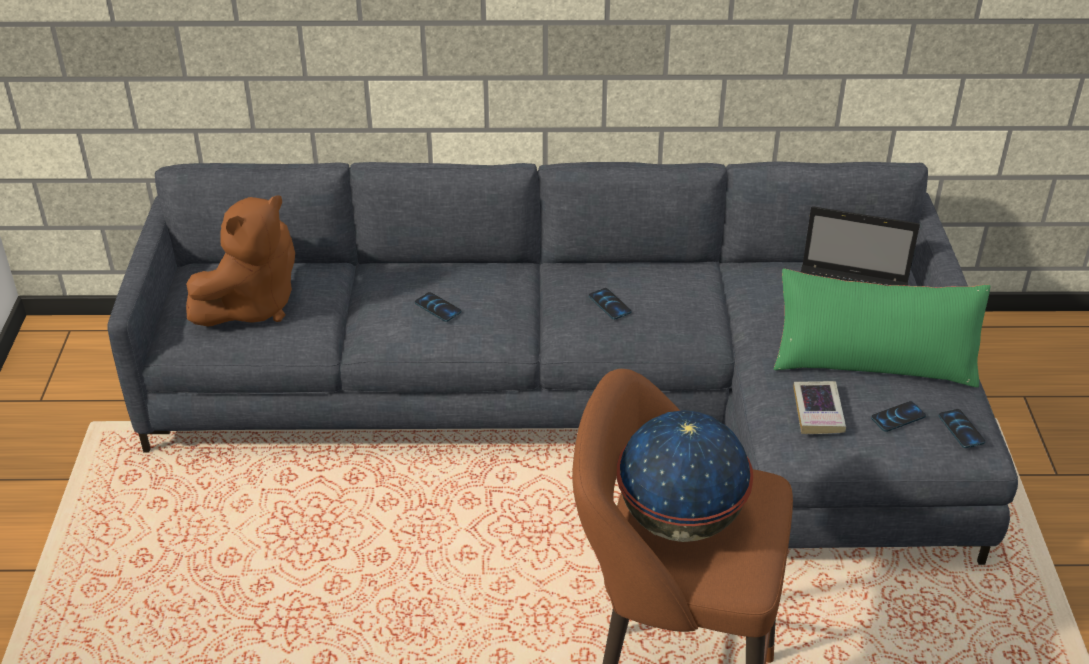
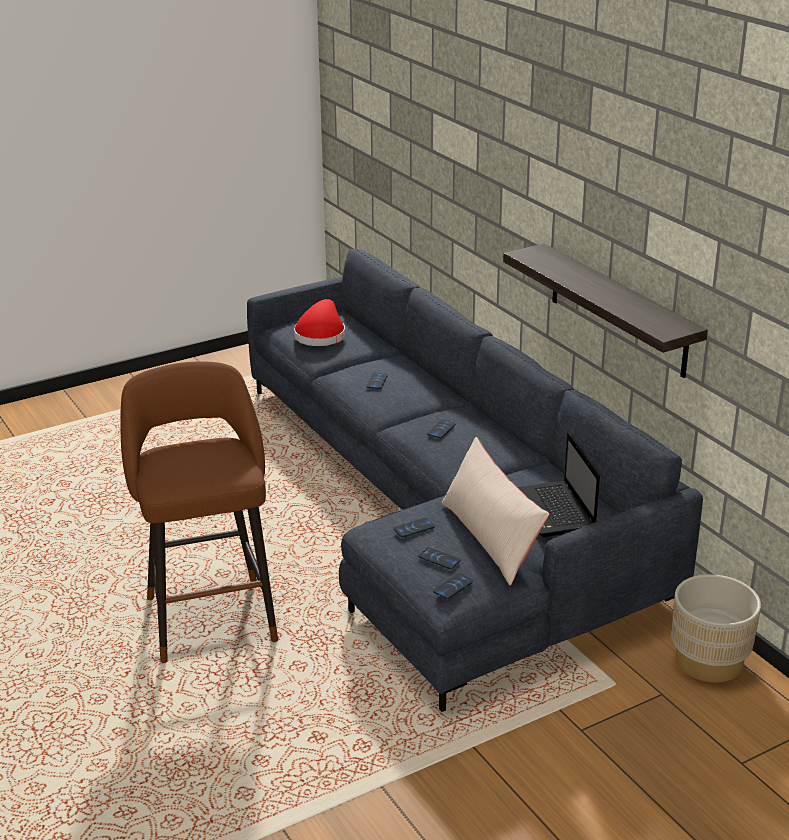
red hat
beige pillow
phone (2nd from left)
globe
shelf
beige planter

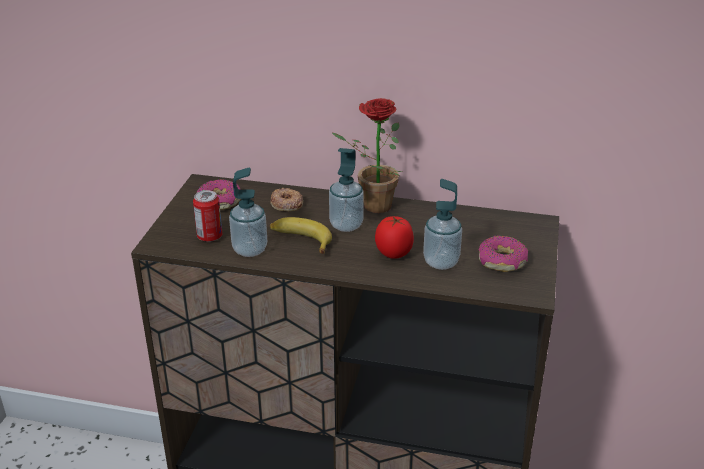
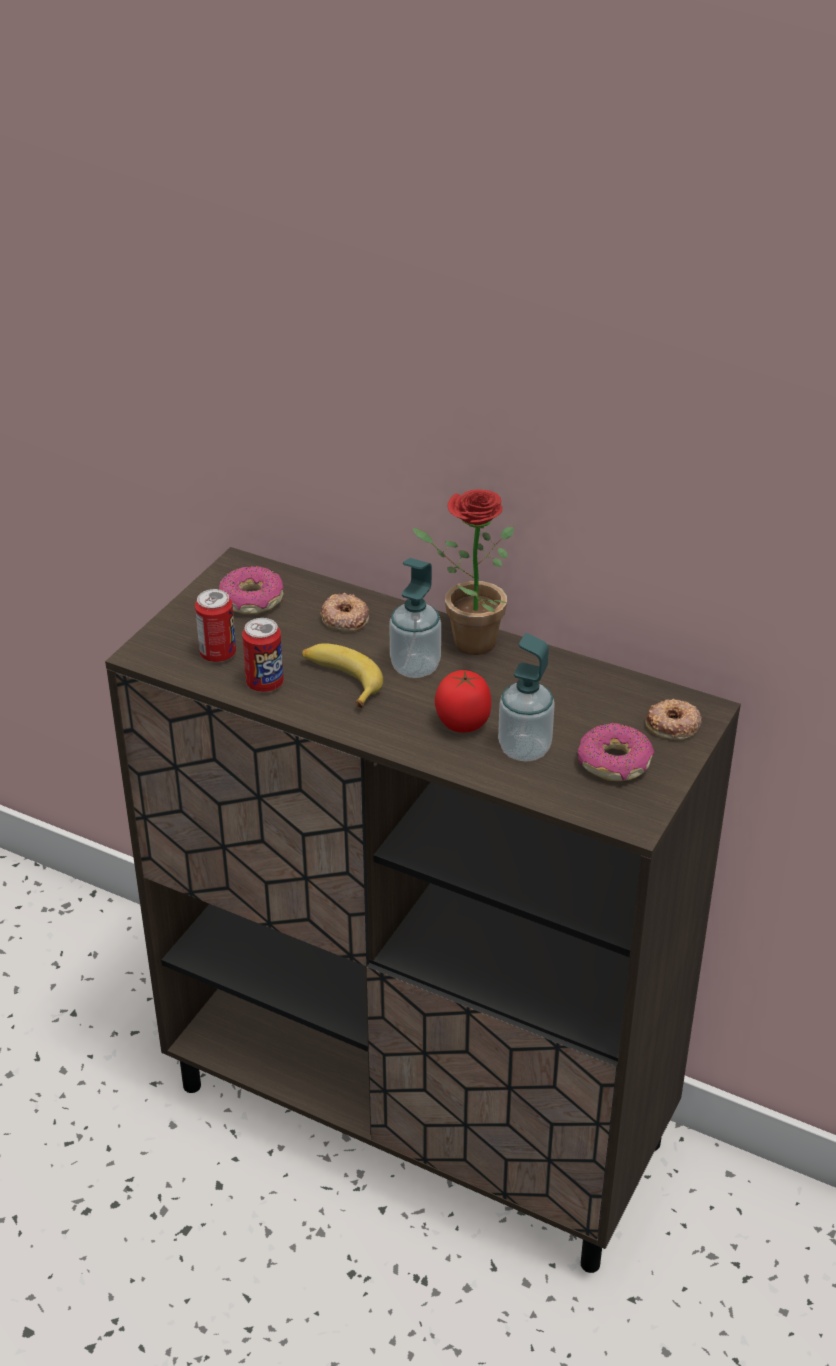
can (2nd from left)
donut (4th from left)

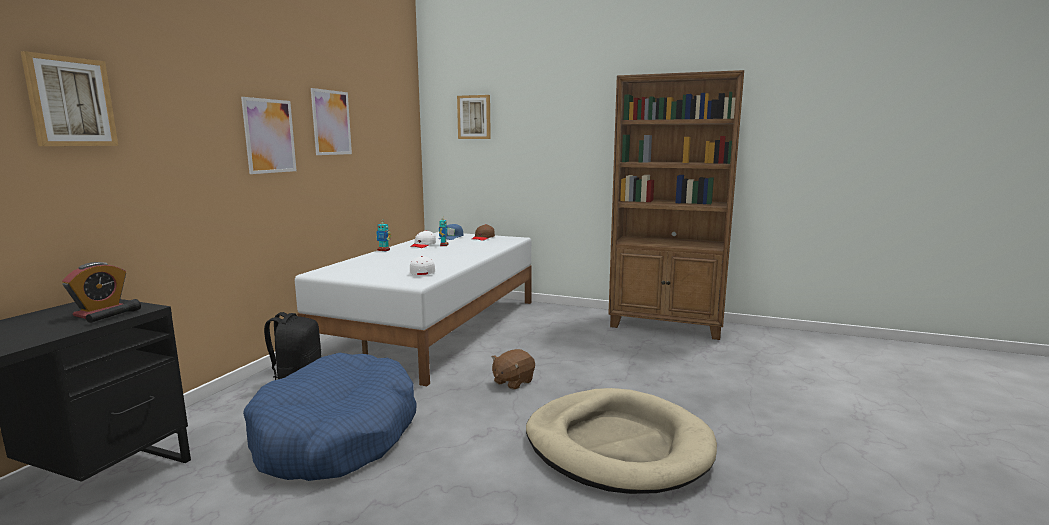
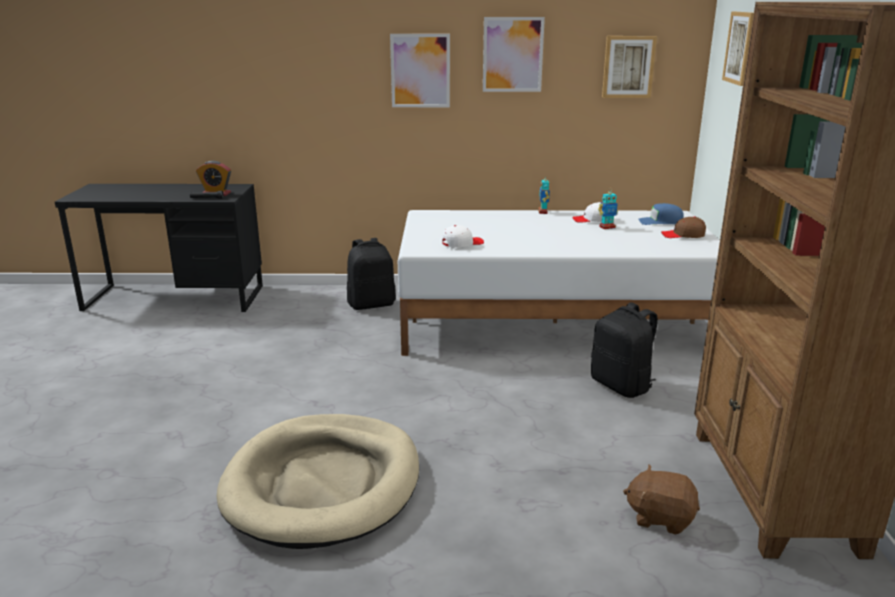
picture (3rd from left)
brown plush toy
blue dog bed
black backpack (2nd from left)

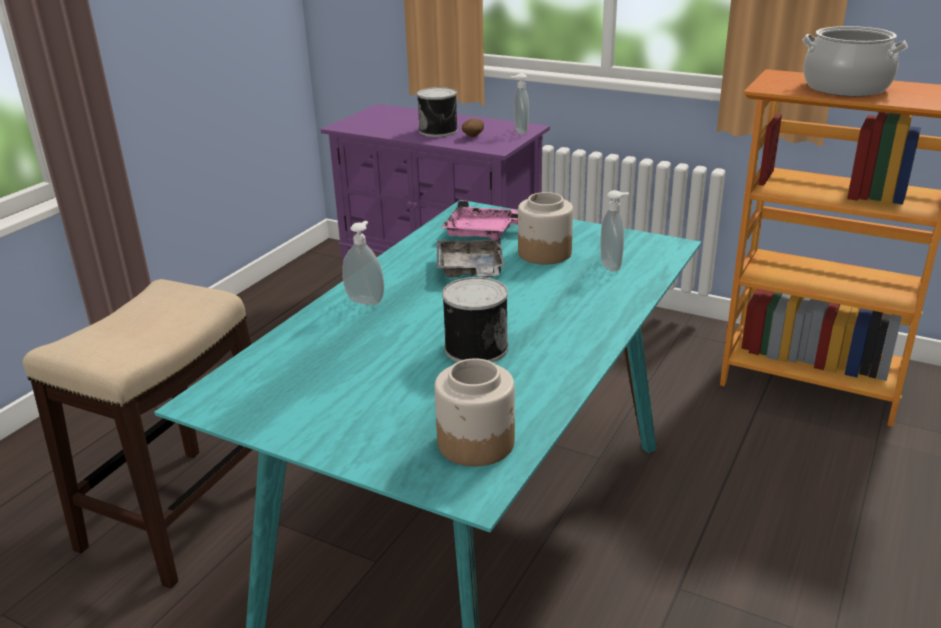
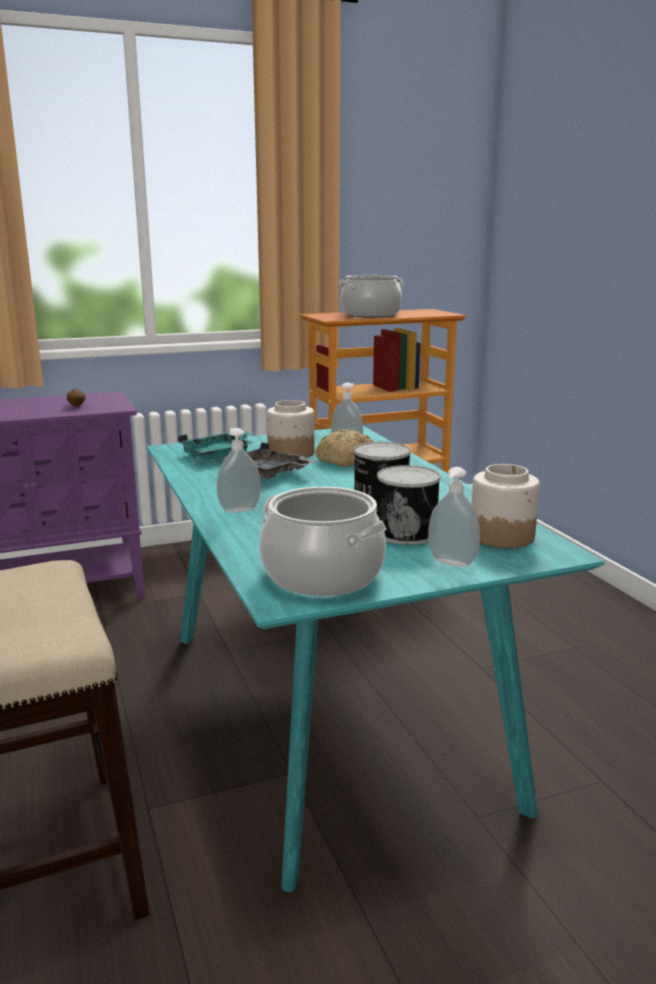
soap dispenser (3rd from left)
can (2nd from left)
turquoise tray
bread
cooking pot (1st from left)

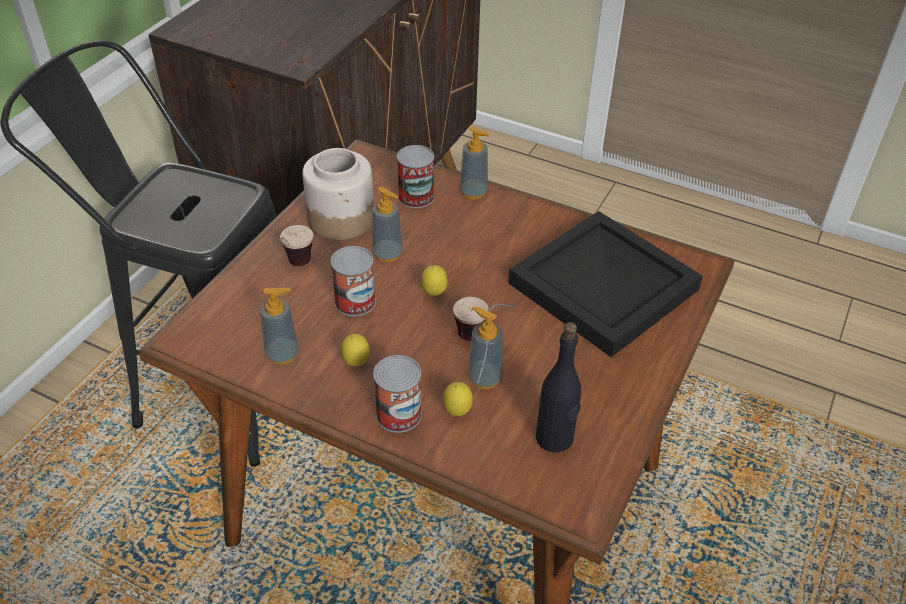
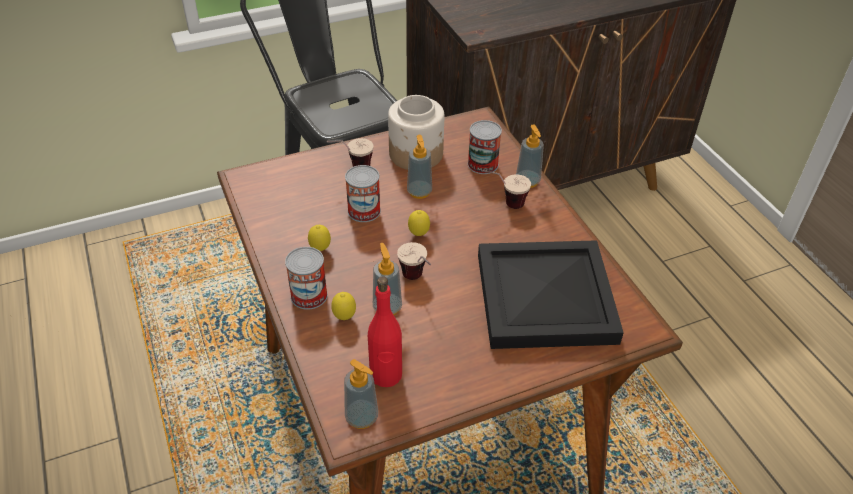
soap dispenser (1st from left)
red bottle
cup (3rd from left)

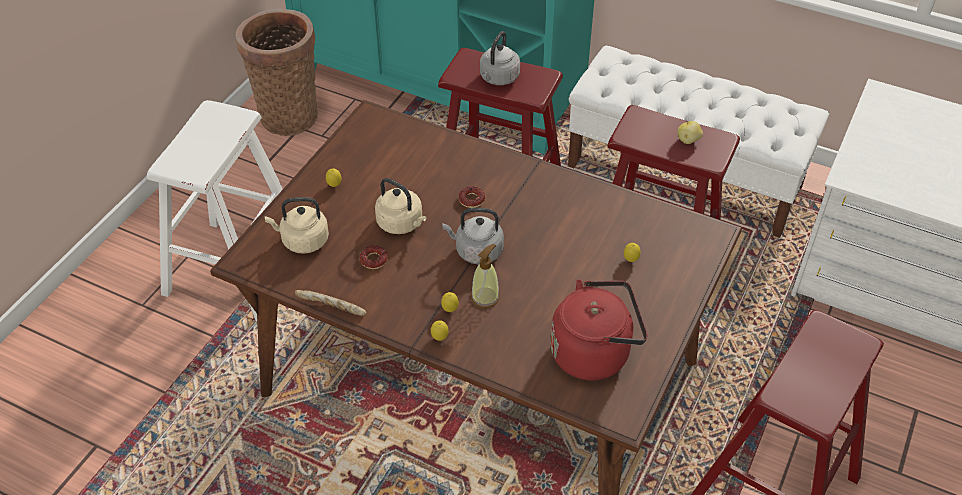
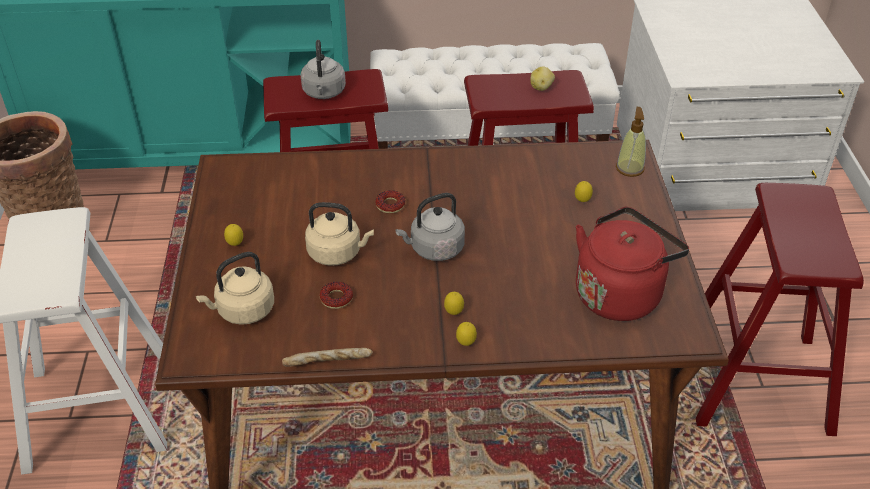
soap dispenser

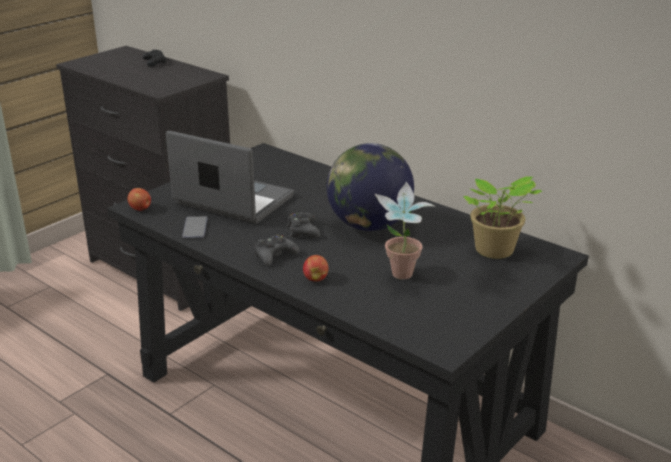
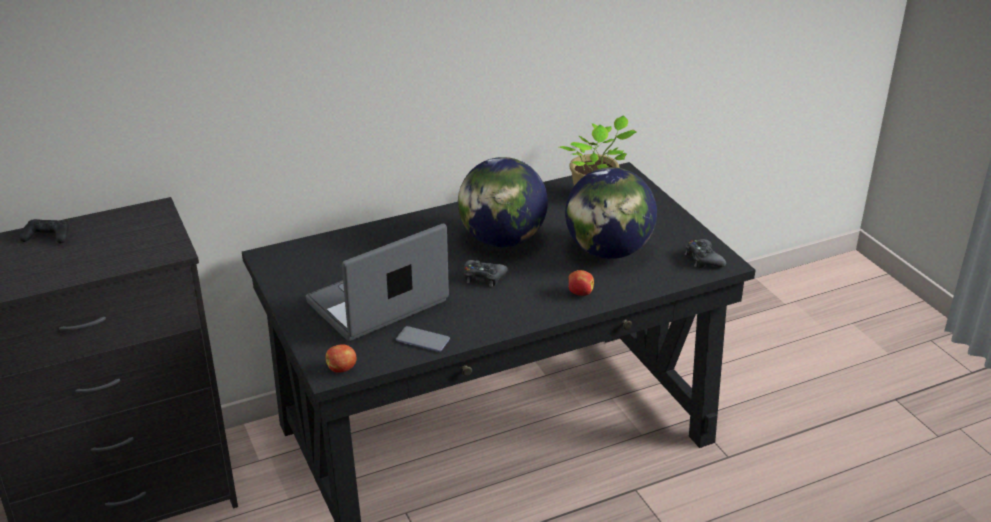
globe (2nd from left)
black game controller (3rd from left)

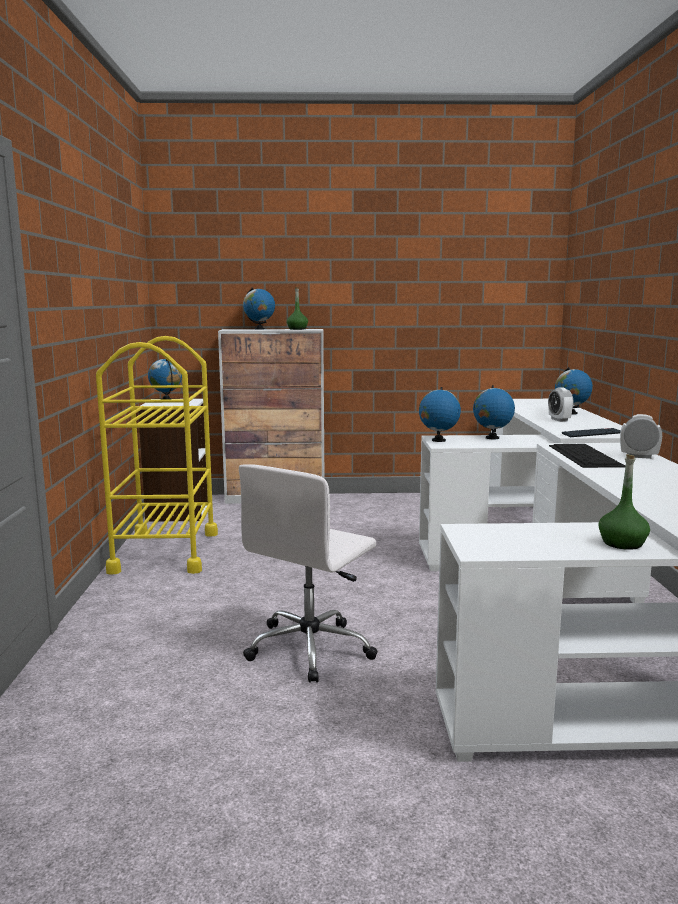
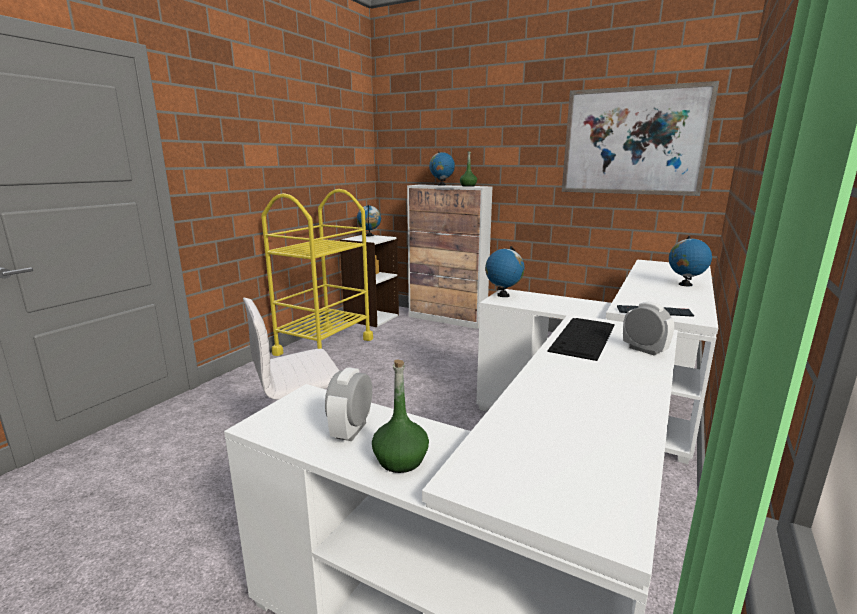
globe (4th from left in the first image)
alarm clock (1st from left)
picture

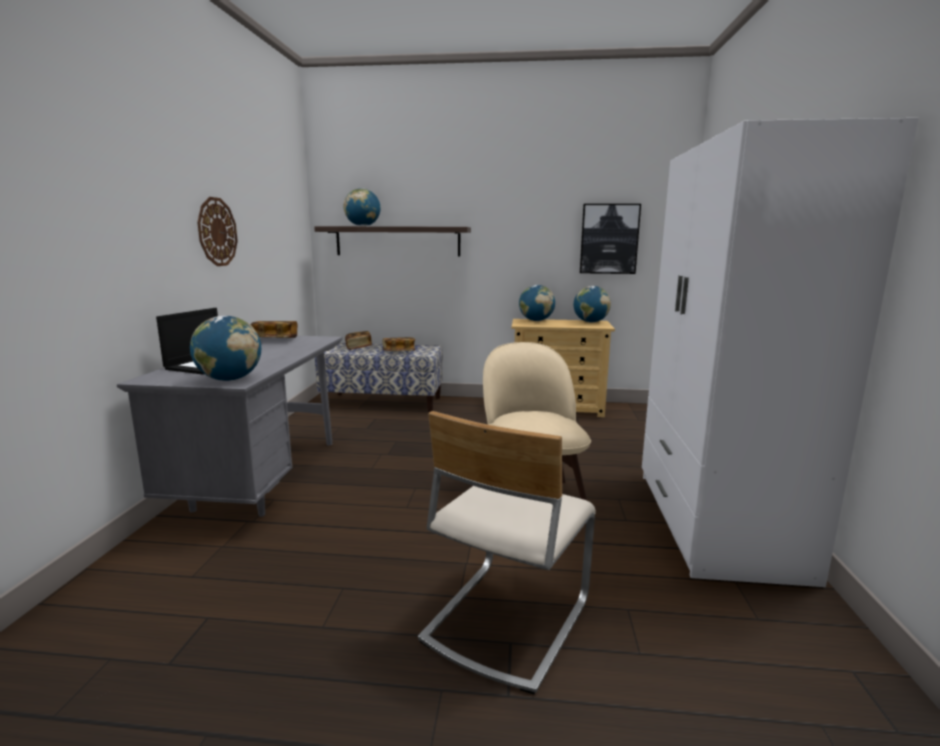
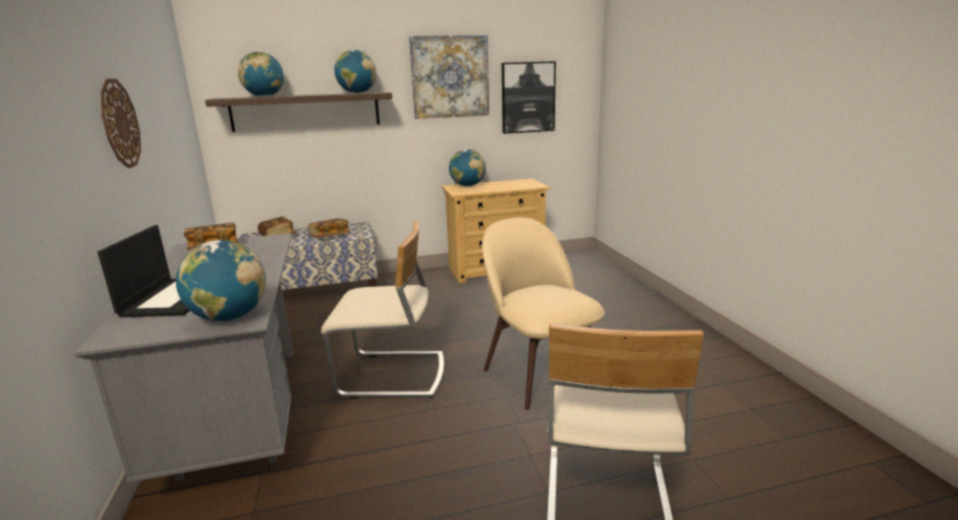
white wardrobe
globe (3rd from left)
picture (1st from left)
beige chair (1st from left)

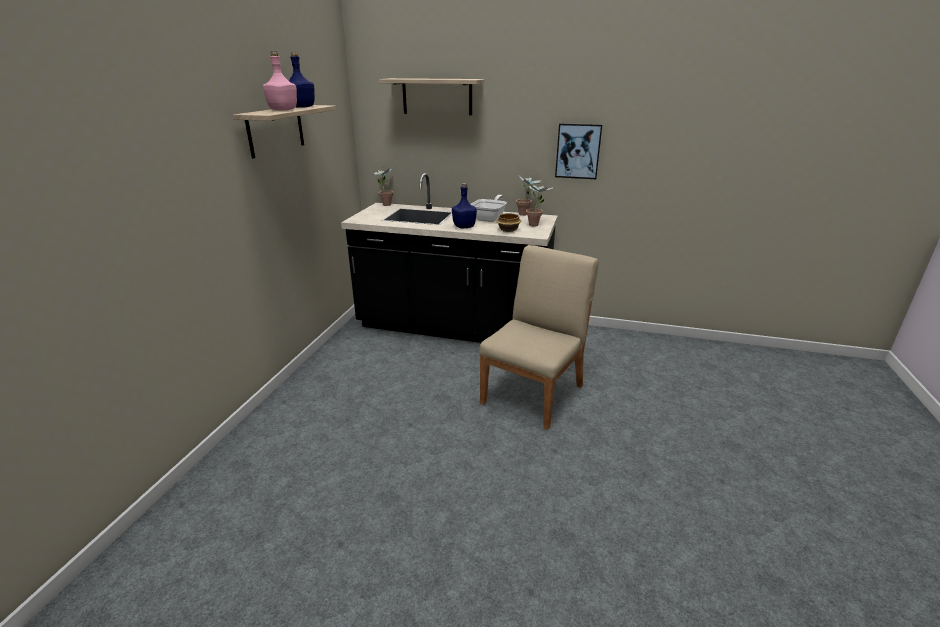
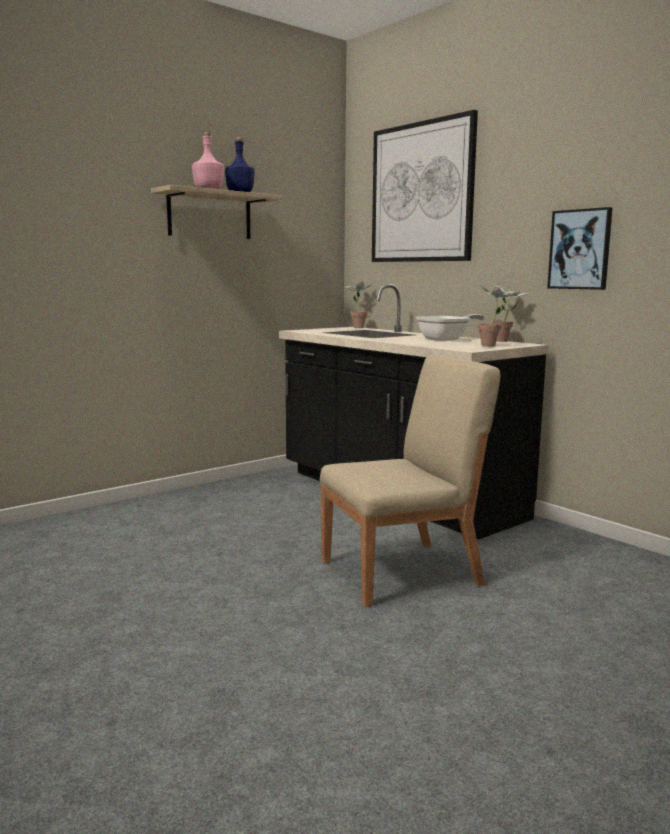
picture (1st from left)
blue bottle (2nd from left in the first image)
bowl

